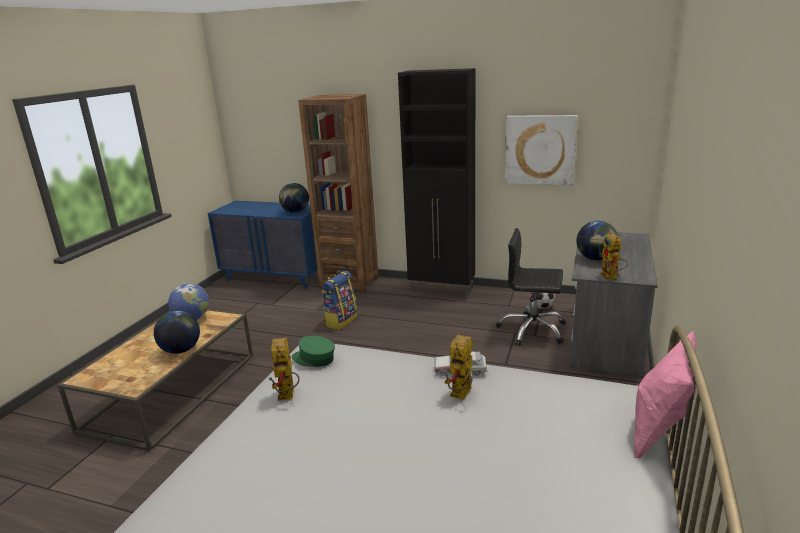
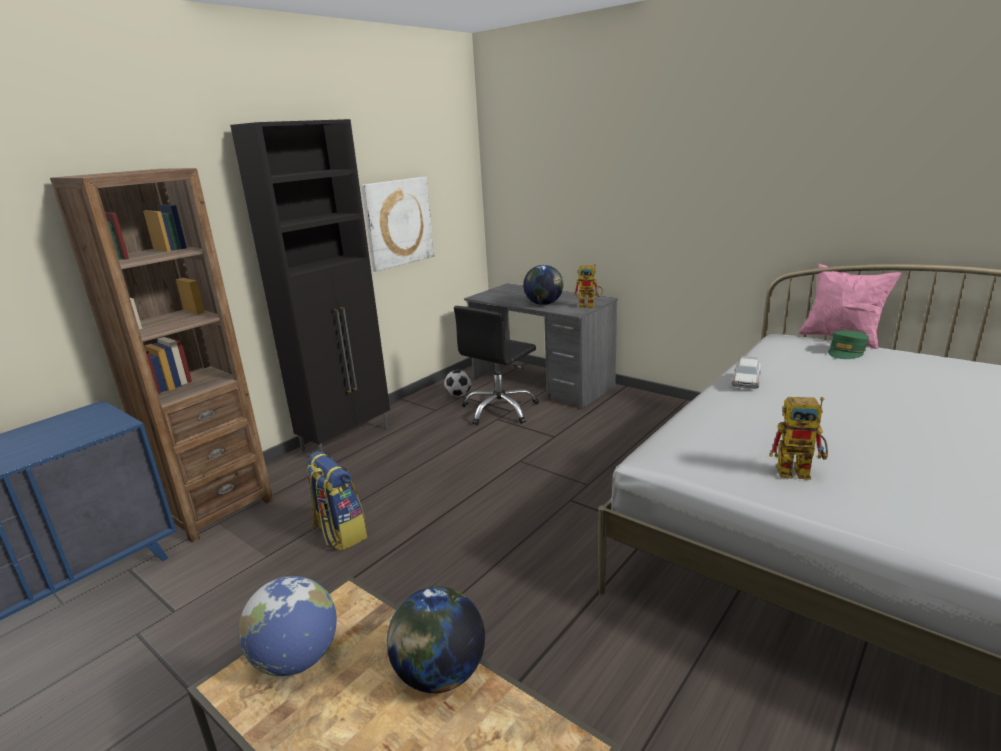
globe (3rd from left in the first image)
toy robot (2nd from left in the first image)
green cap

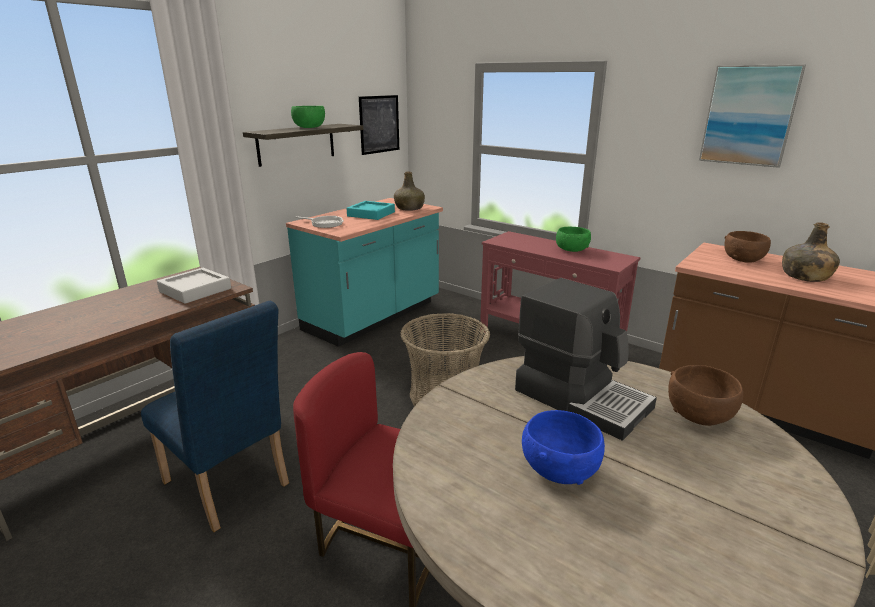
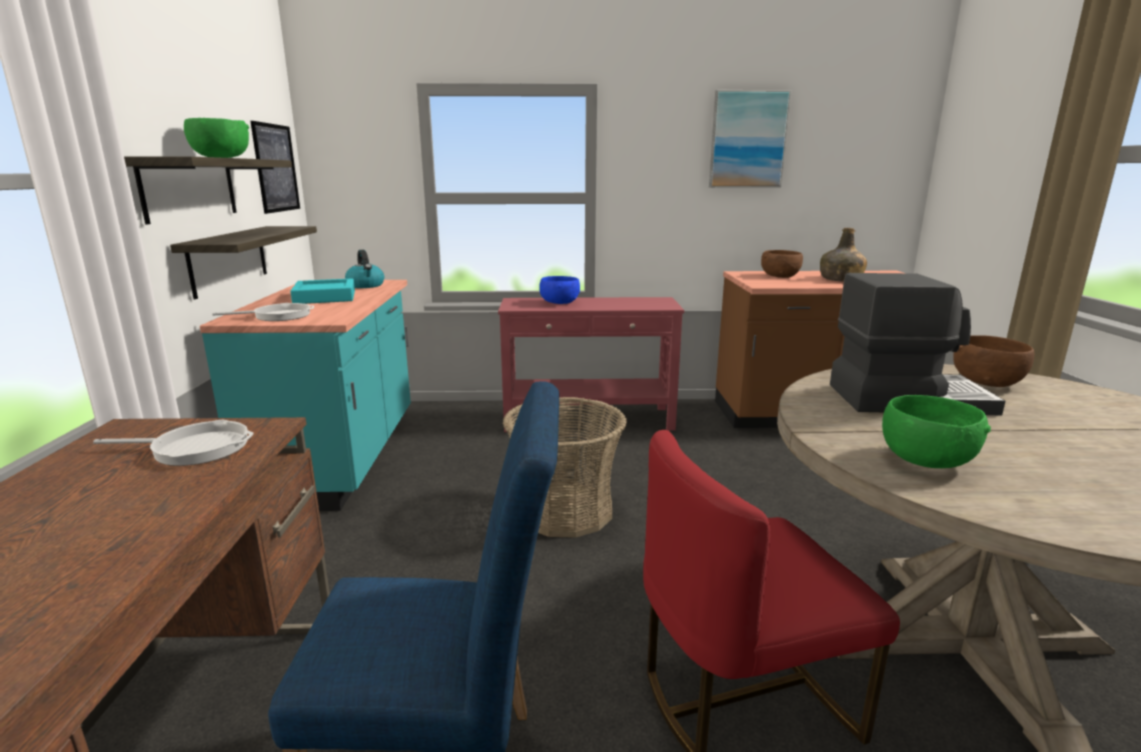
kettle
green bowl (2nd from left)
frying pan (1st from left)
blue bowl
shelf (2nd from left)

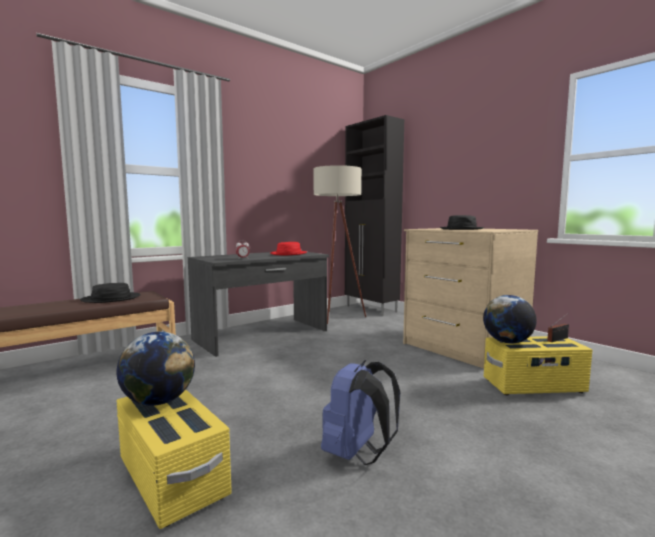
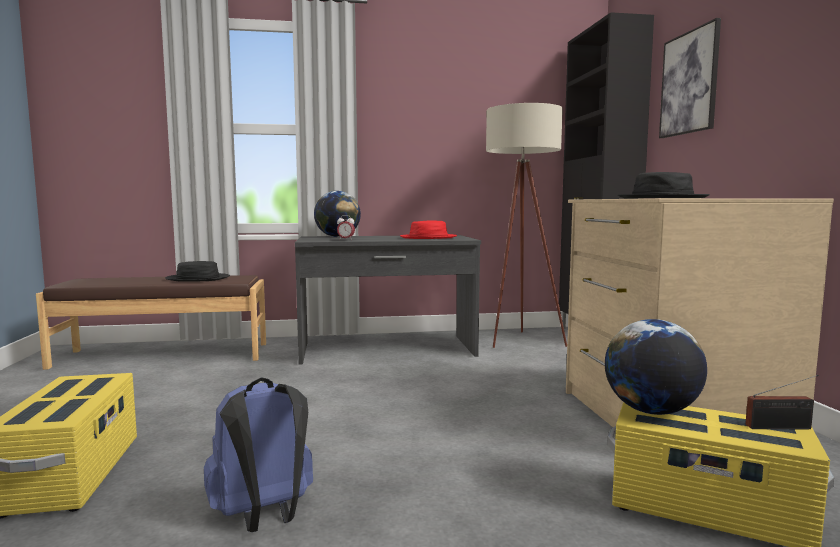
globe (1st from left)
picture

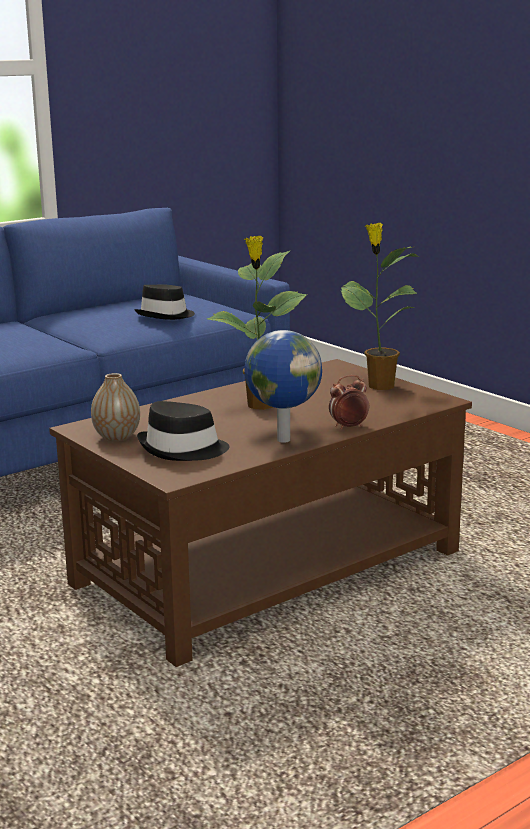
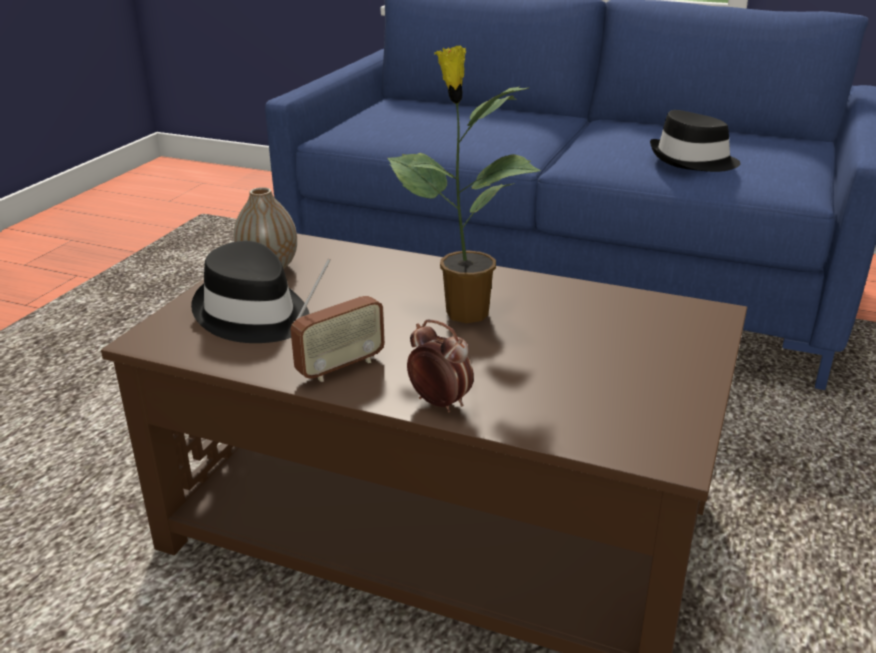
potted plant (2nd from left in the first image)
radio

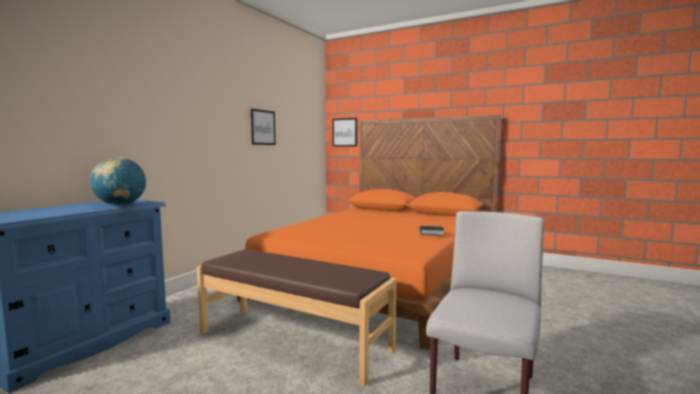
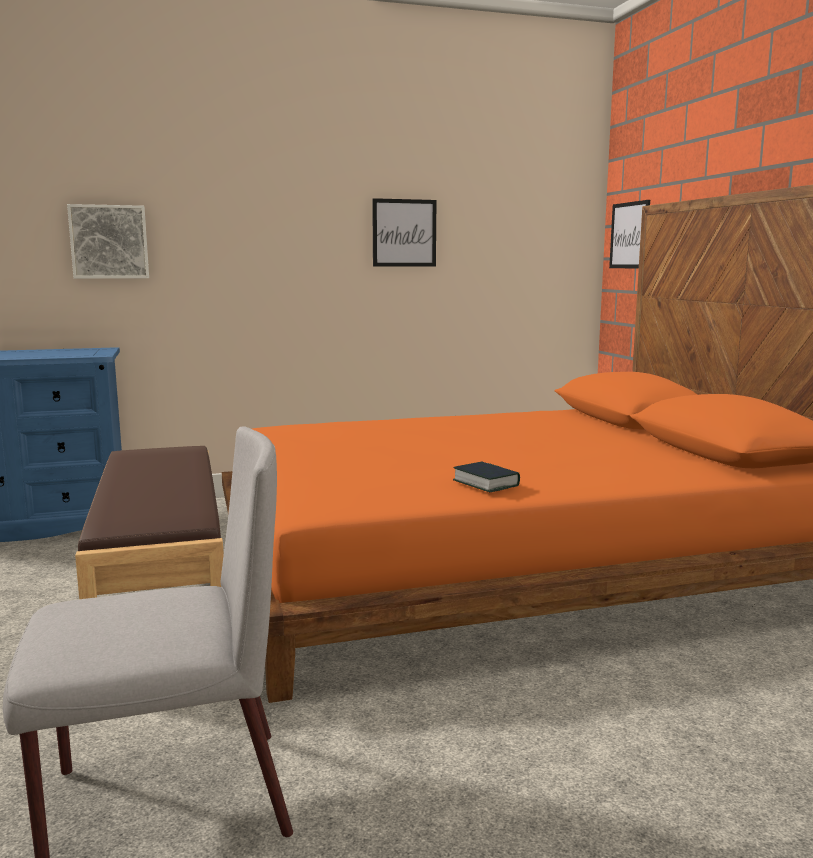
globe
picture (1st from left)

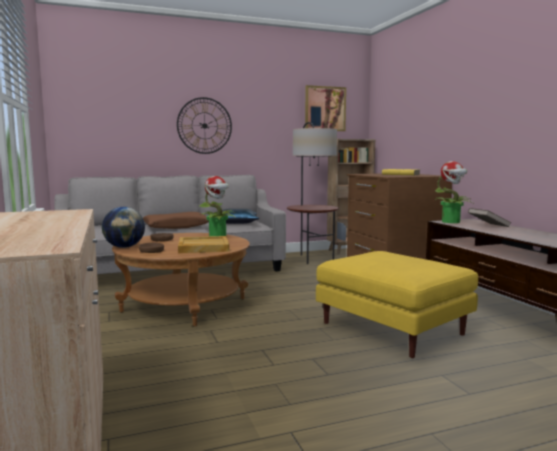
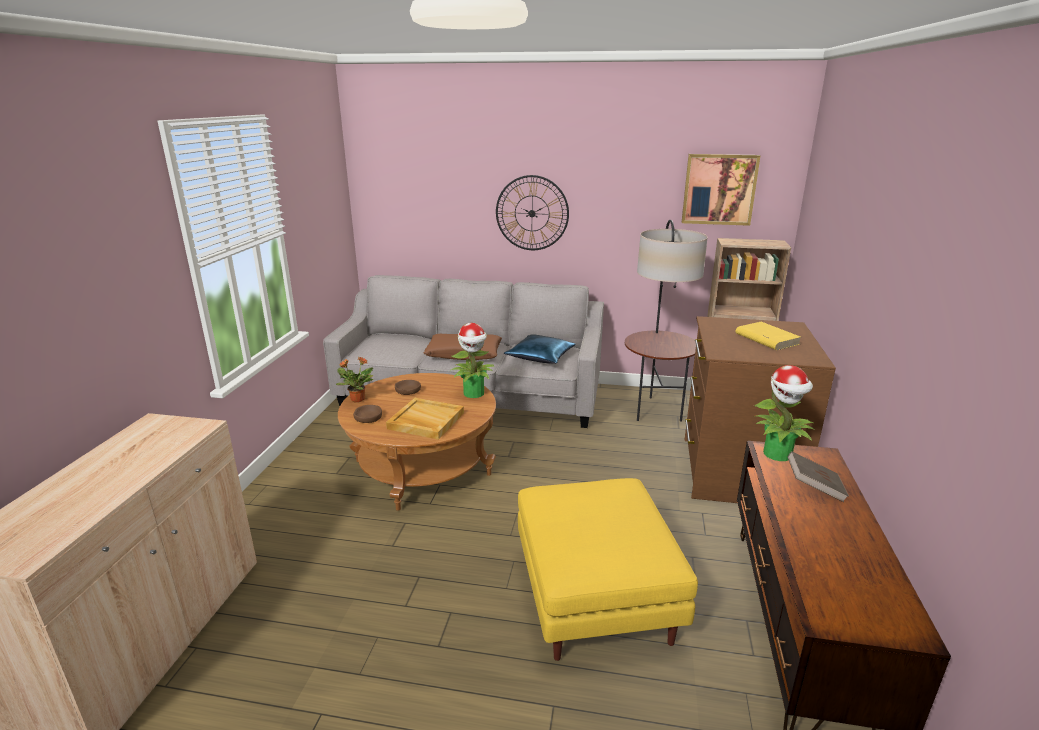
potted plant (1st from left)

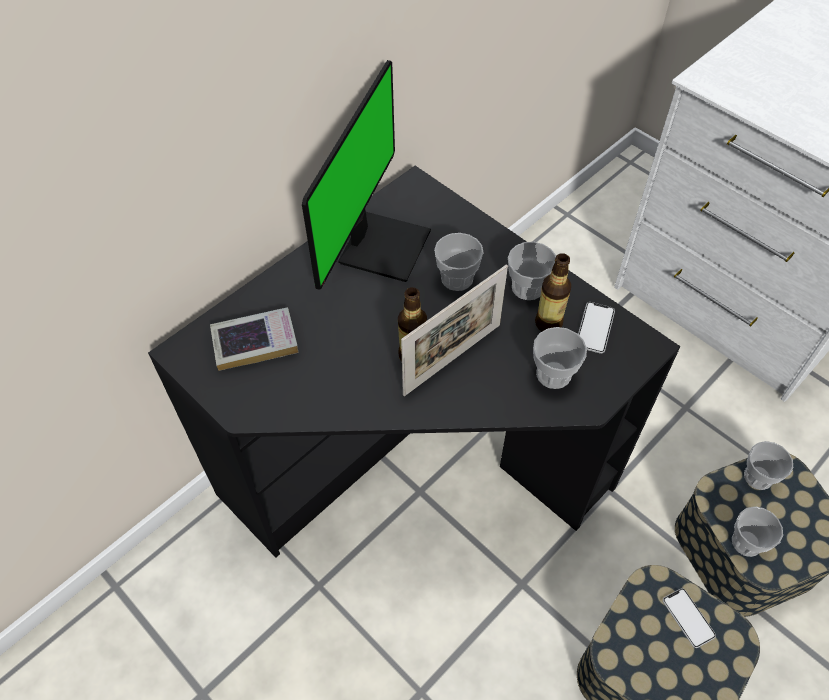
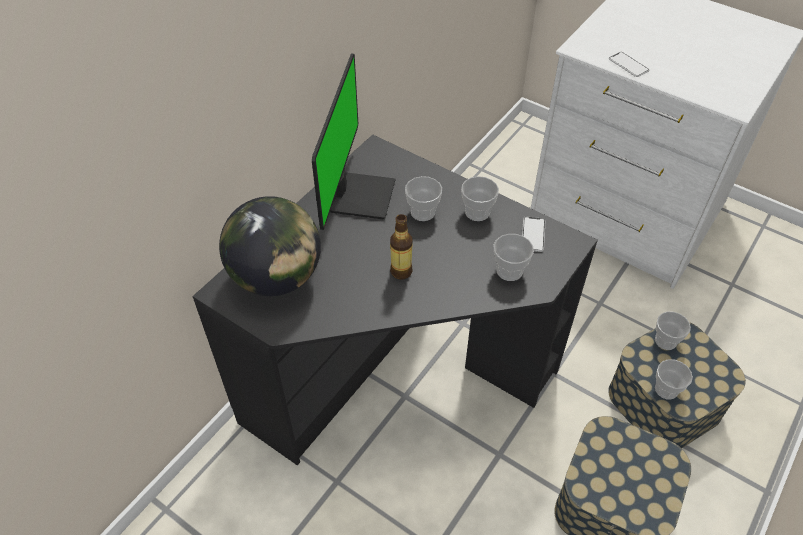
bottle (2nd from left in the first image)
picture frame
globe
phone (2nd from left)

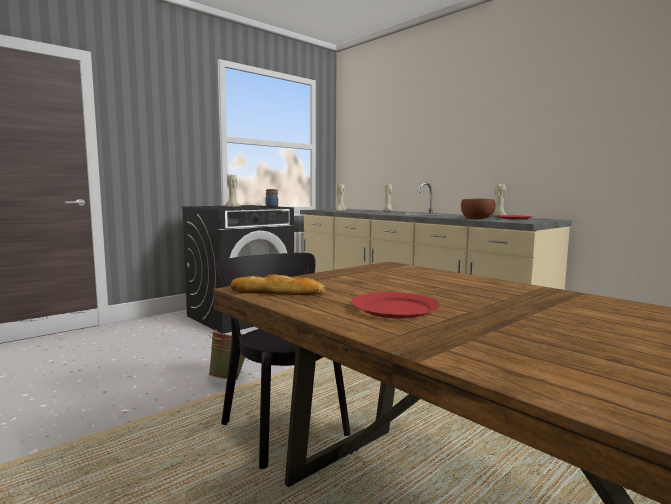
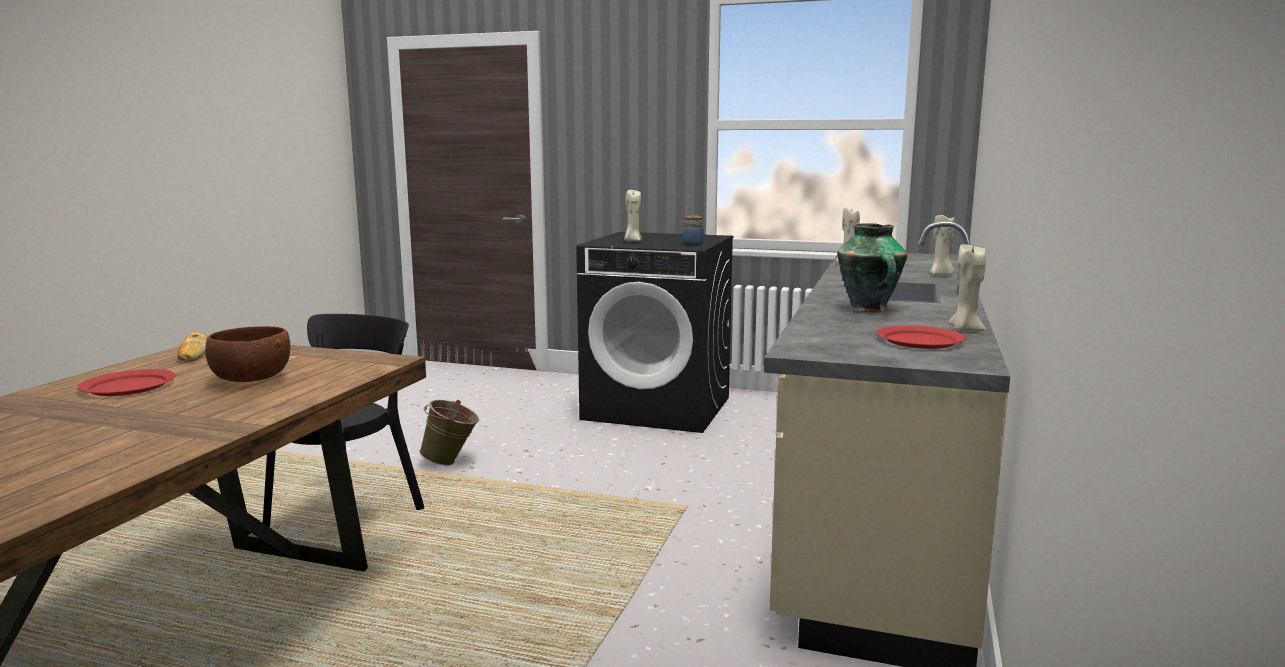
brown bowl
vase

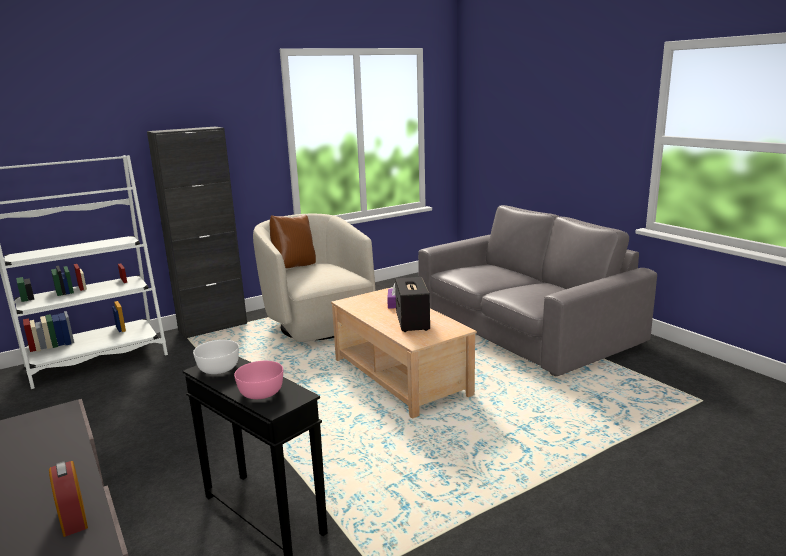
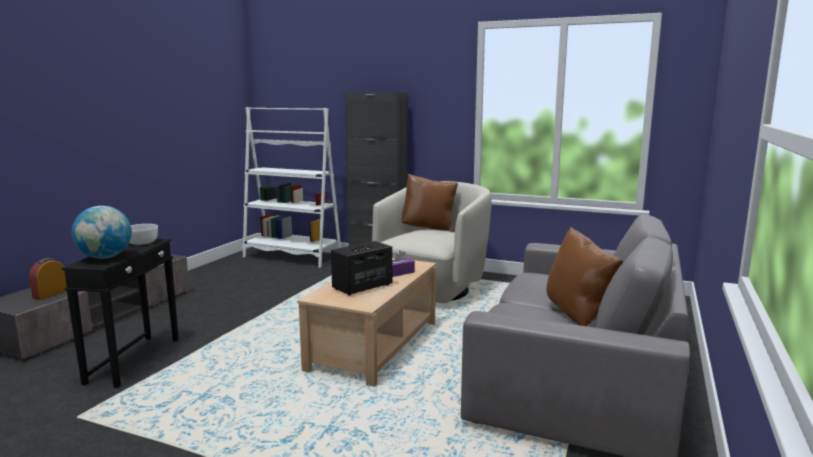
globe
brown pillow (2nd from left)

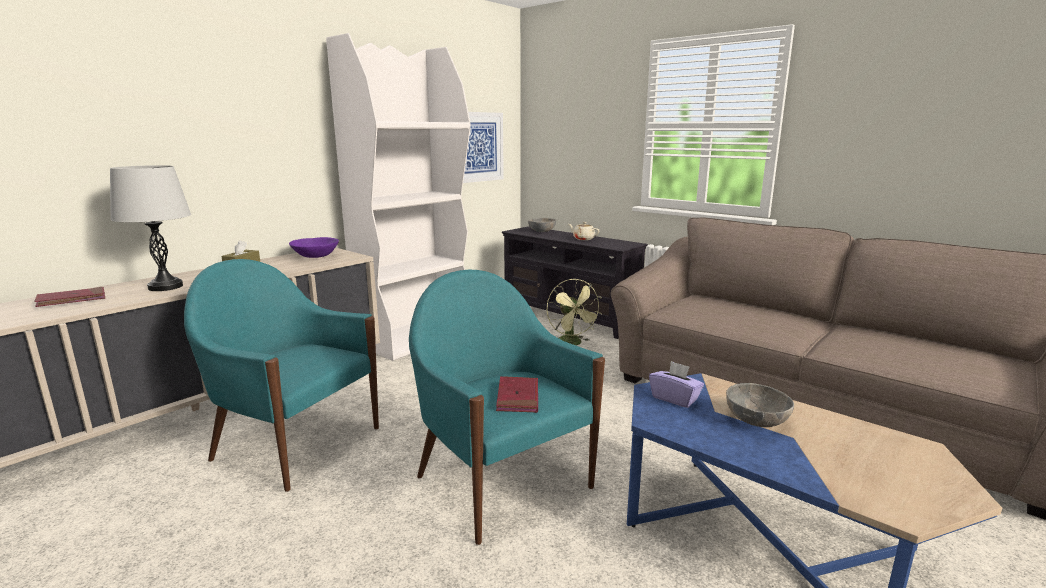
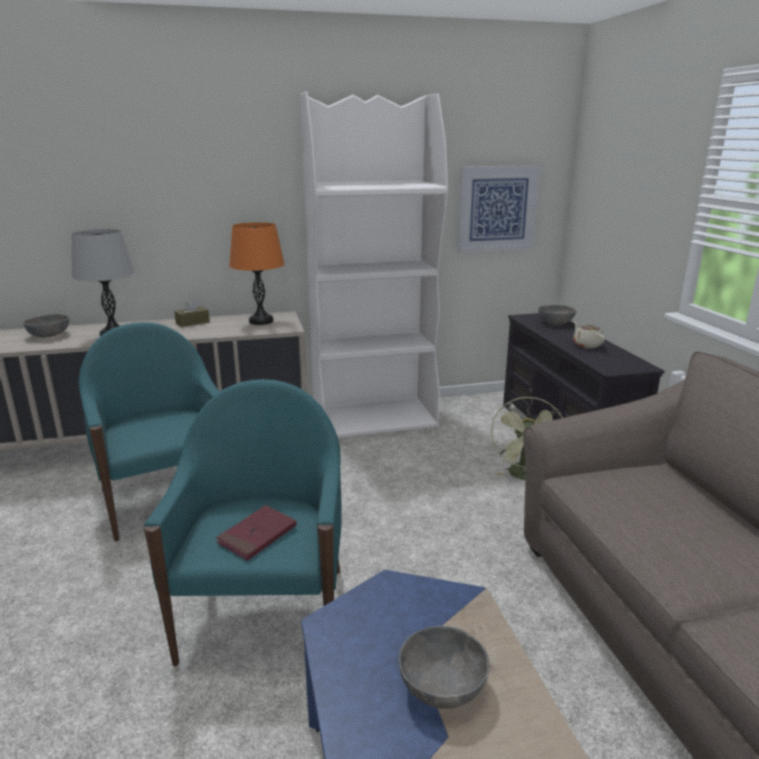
orange table lamp
grey bowl (1st from left)
purple tissue box

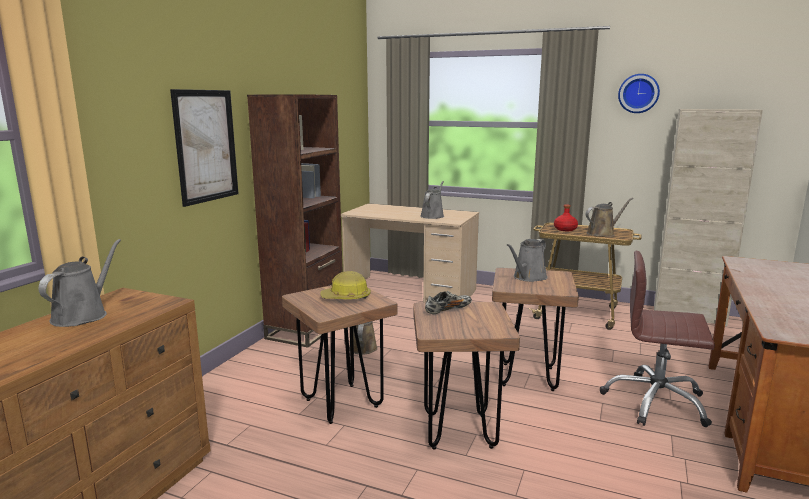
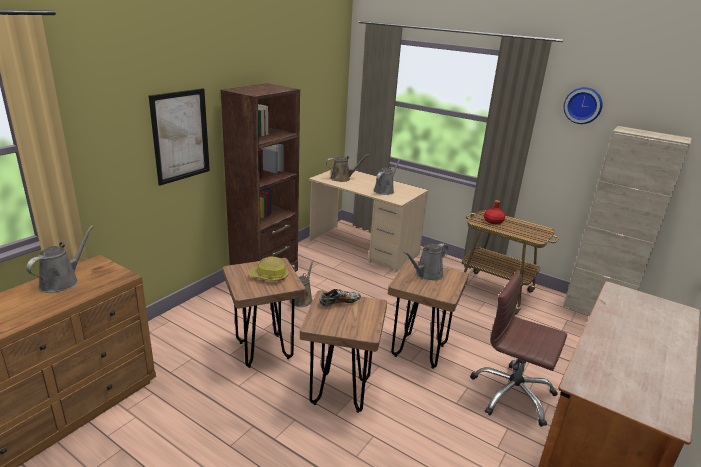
brown watering can (2nd from left)

